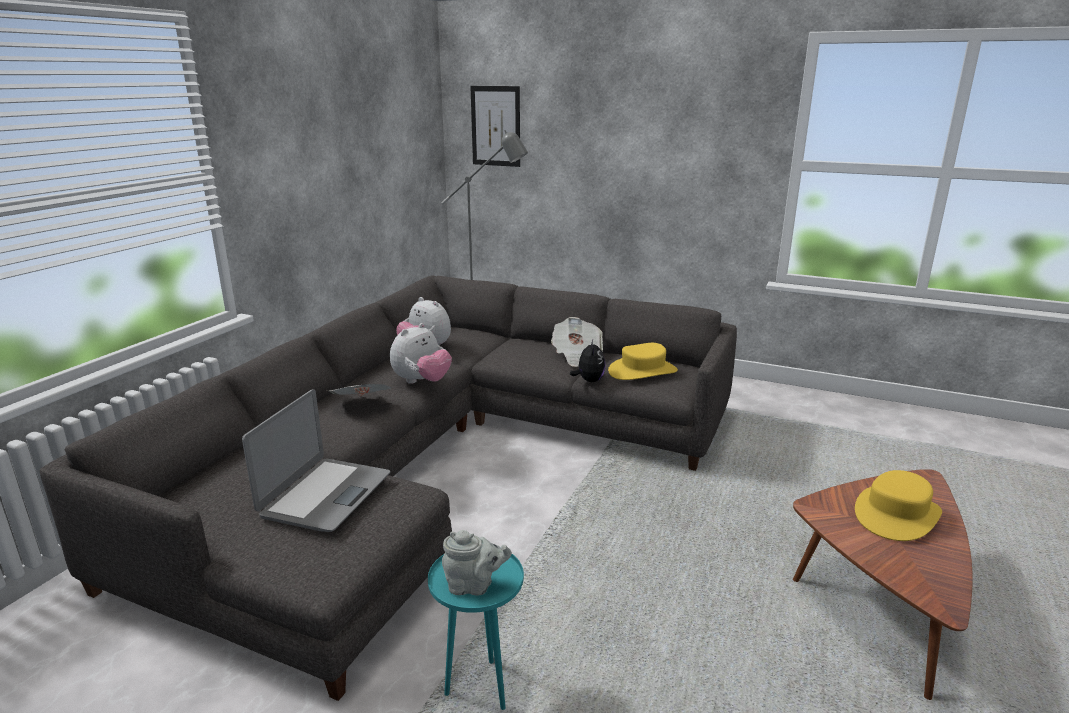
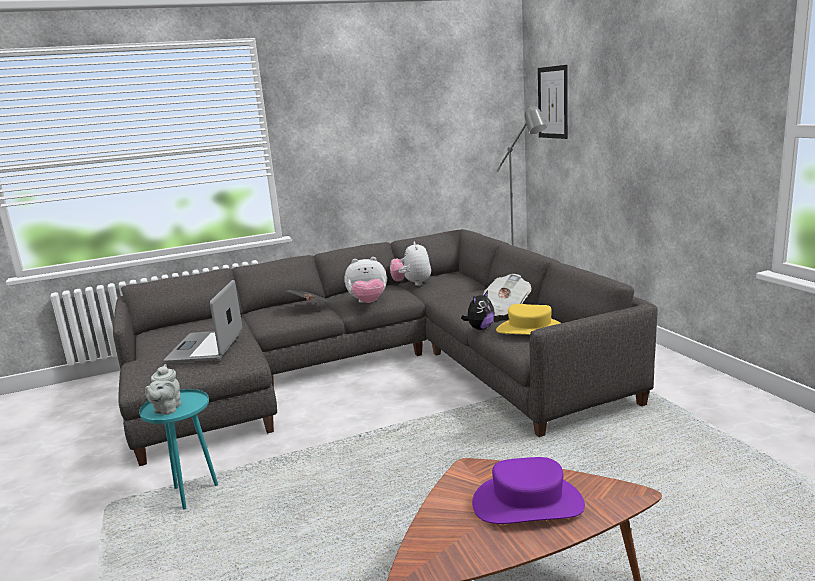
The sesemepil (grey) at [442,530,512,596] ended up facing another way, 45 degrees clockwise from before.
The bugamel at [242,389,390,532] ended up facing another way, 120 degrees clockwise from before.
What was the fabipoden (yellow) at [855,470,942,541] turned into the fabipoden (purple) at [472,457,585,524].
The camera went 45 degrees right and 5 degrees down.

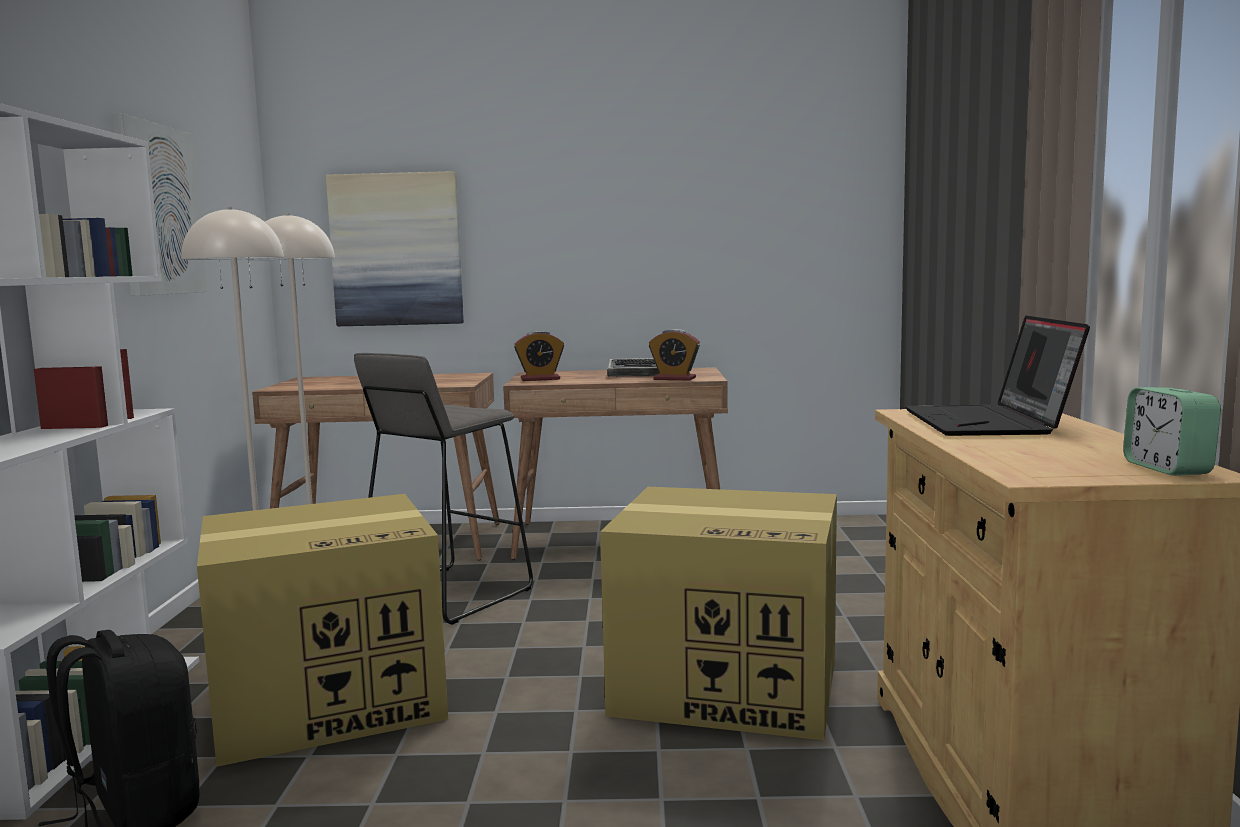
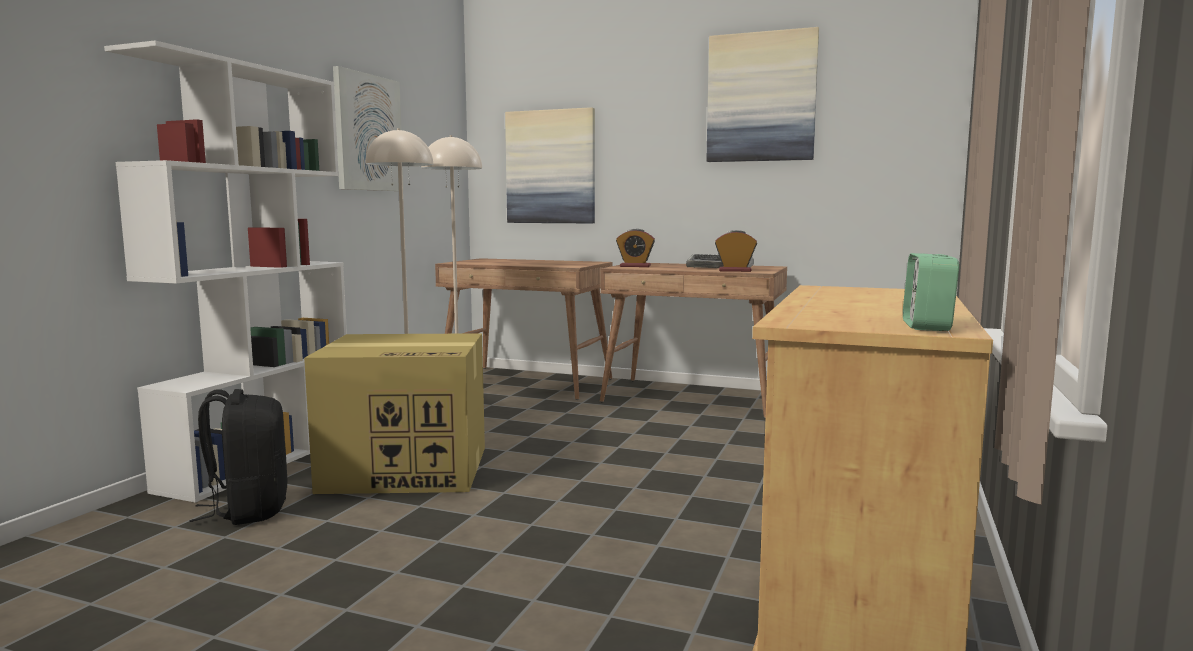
The second view gained the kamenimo at [707,27,819,162].
The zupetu at [649,329,700,380] ended up facing another way, 150 degrees clockwise from before.
The second view lost the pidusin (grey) at [354,353,533,625].
The second view lost the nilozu at [600,487,837,740].
The second view lost the bugamel at [906,316,1090,436].
The camera went 20 degrees right and 0 degrees up.

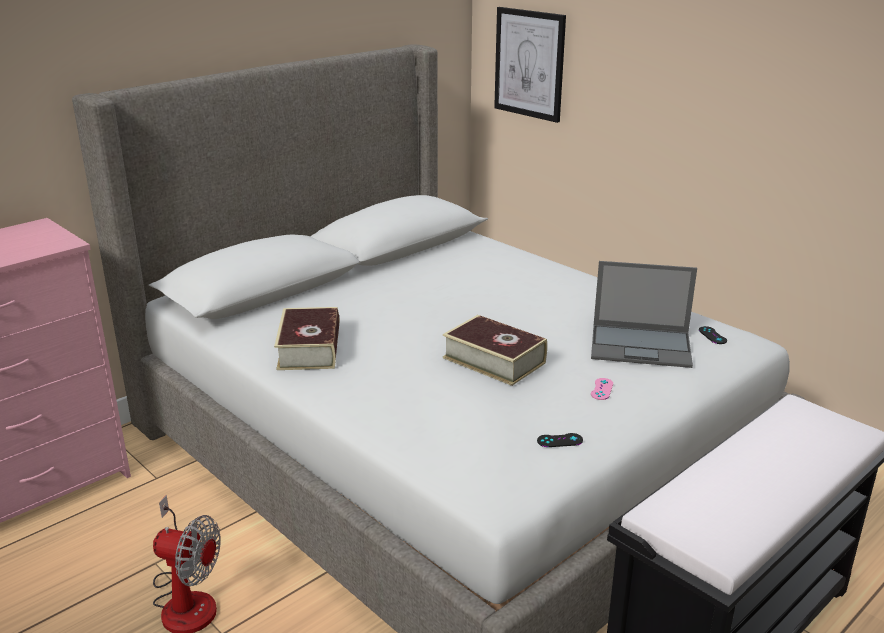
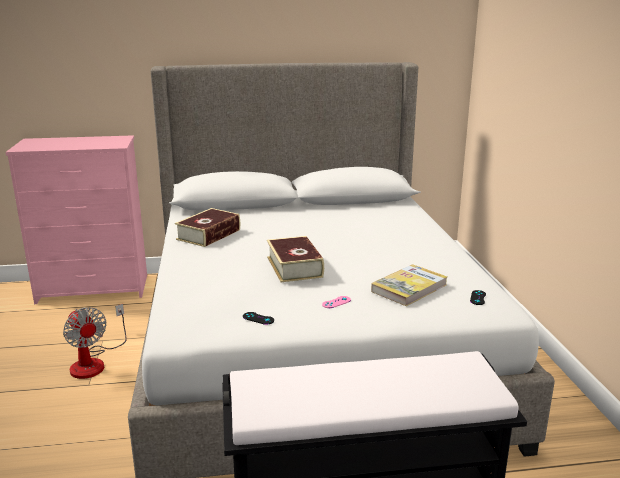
Where the bugamel stood at [591,261,697,368], the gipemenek came to stand at [371,264,447,306].
The second view lost the kamenimo at [494,7,566,123].
The camera went 35 degrees right and 5 degrees down.

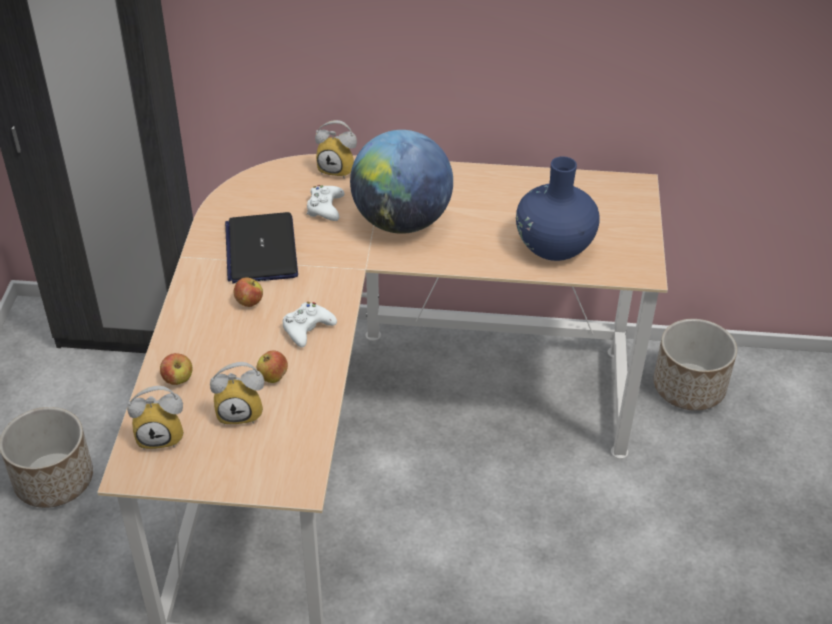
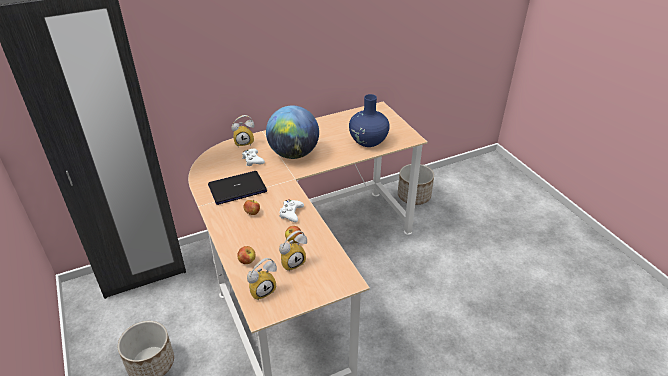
The bugamel at [225,212,298,283] ended up facing another way, 105 degrees clockwise from before.
The camera went 30 degrees left and 5 degrees down.

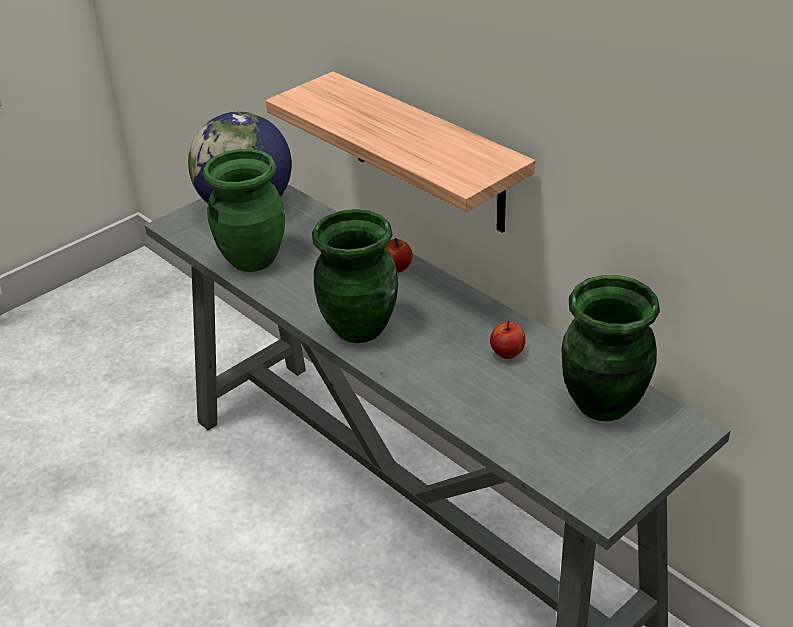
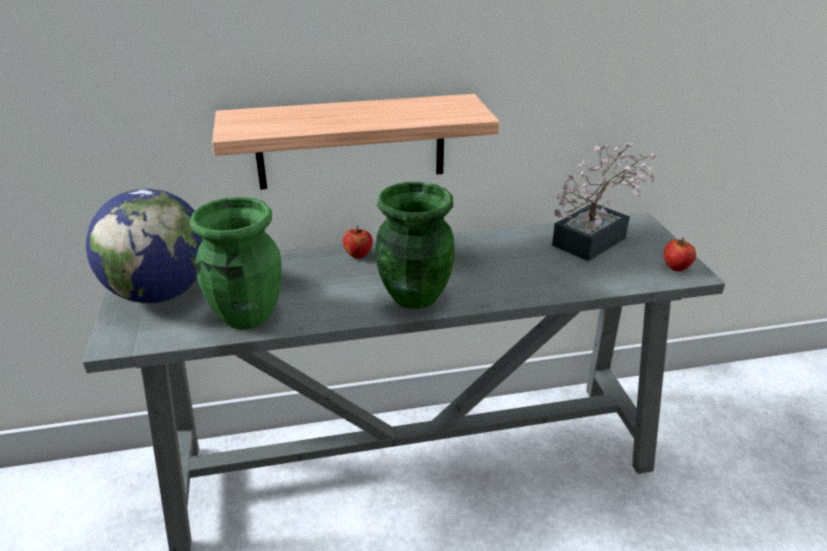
Where the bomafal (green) stood at [561,275,660,421], the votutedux came to stand at [552,142,656,261].
The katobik ended up elsewhere, having gone from [490,321,526,359] to [664,237,696,271].
The camera went 60 degrees left and 5 degrees down.

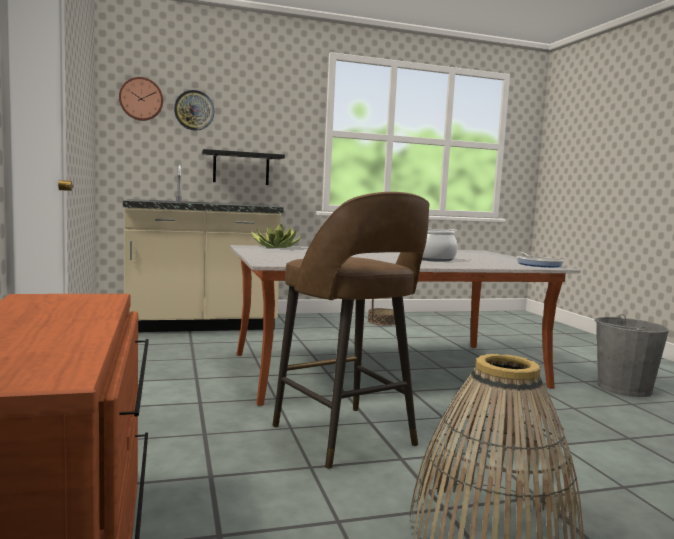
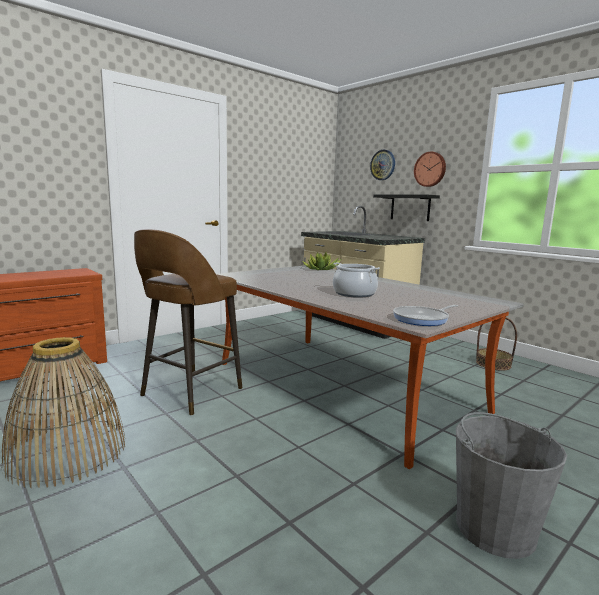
The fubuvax ended up elsewhere, having gone from [119,77,163,121] to [414,152,446,187].
The camera went 65 degrees right and 5 degrees up.

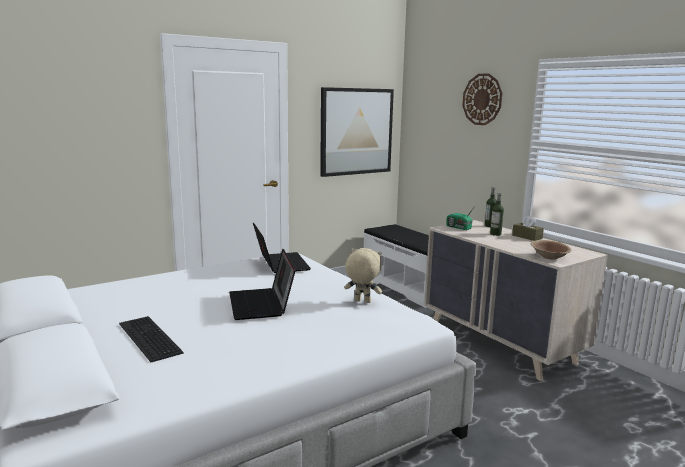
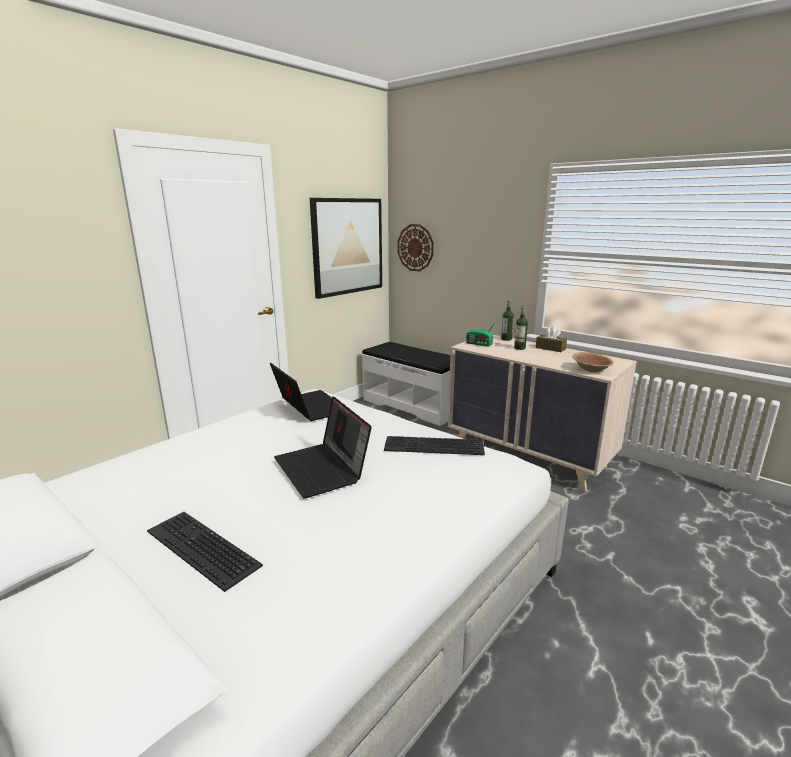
Where the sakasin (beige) stood at [344,248,382,303], the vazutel came to stand at [384,436,485,455].
The fubuvax ended up elsewhere, having gone from [462,73,502,125] to [398,224,434,272].
The camera went 15 degrees left and 5 degrees up.

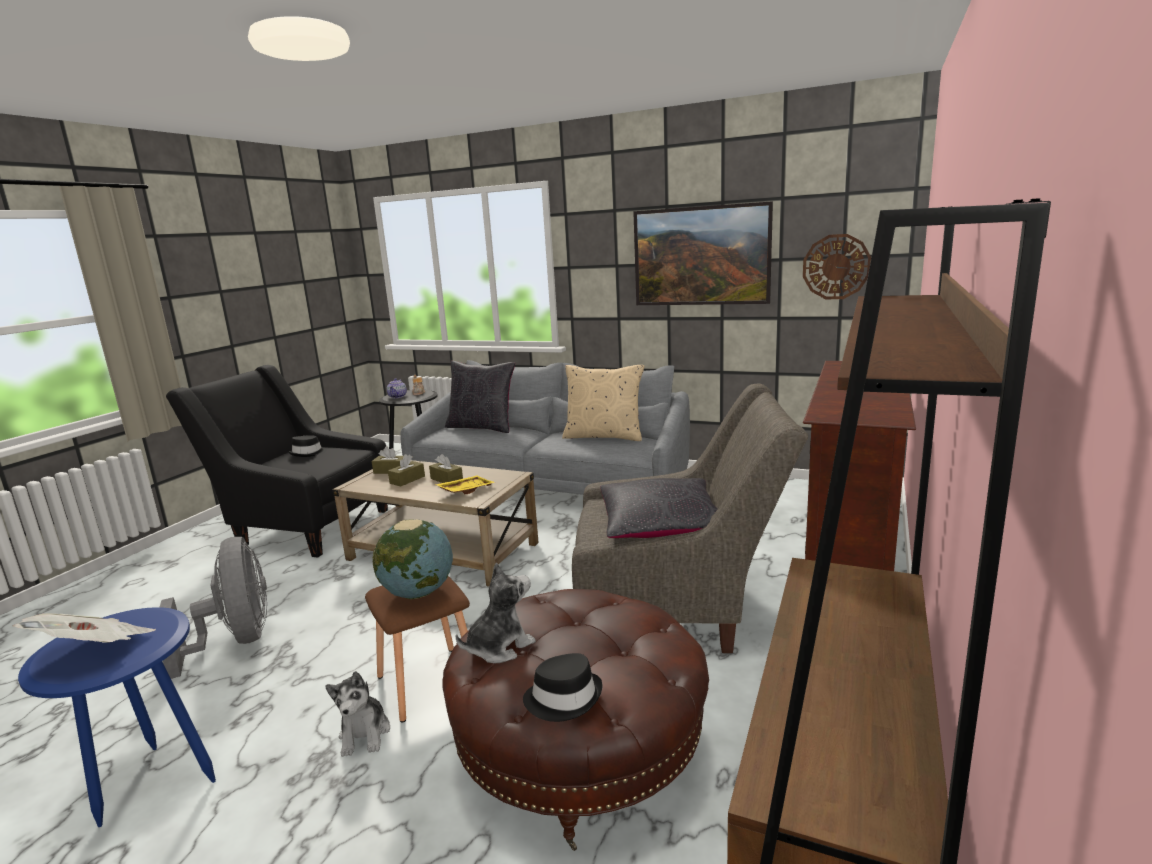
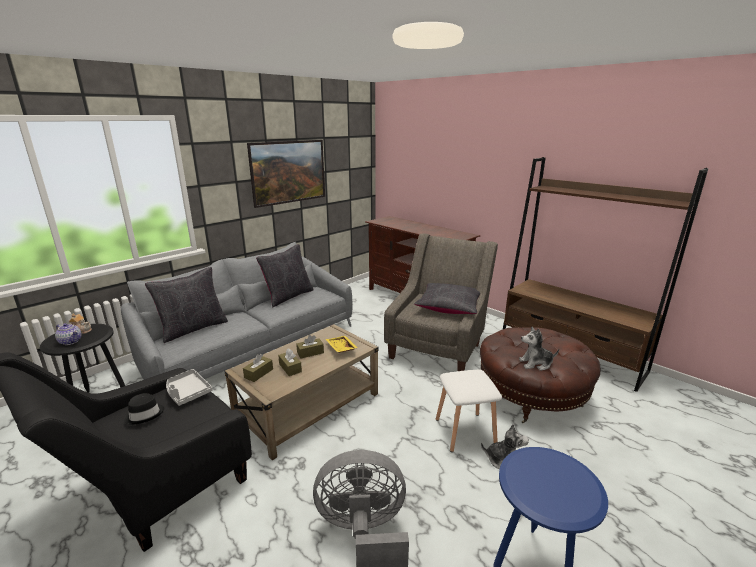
The second view gained the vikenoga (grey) at [166,369,212,406].
What was the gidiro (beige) at [562,365,644,441] turned into the gidiro (black) at [256,244,314,308].
What was the pidusin (brown) at [365,576,470,723] turned into the pidusin (white) at [436,369,502,452].
The sakasin at [456,563,536,663] ended up facing another way, 75 degrees counterclockwise from before.
The second view lost the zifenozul at [12,613,156,643].
The second view lost the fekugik at [373,519,453,599].
The second view lost the fabipoden (black) at [523,653,603,722].
The second view lost the fubuvax at [803,234,871,299].
The camera went 70 degrees left and 5 degrees up.

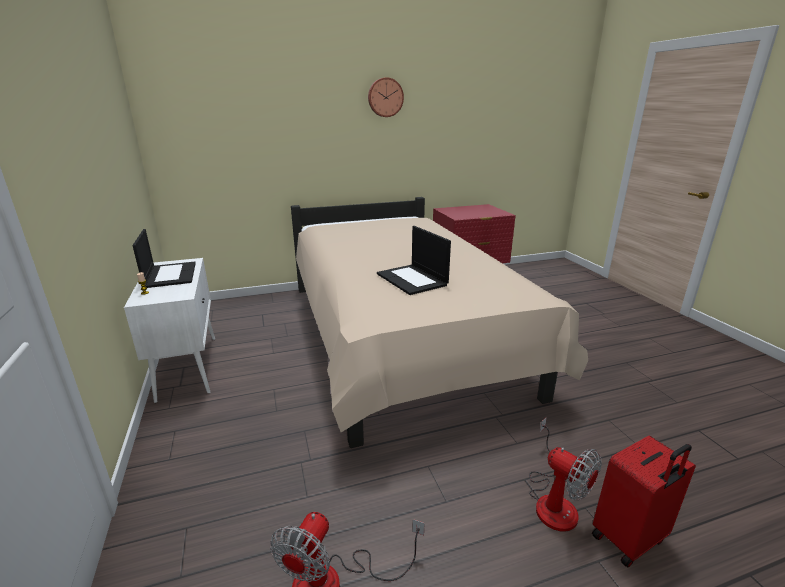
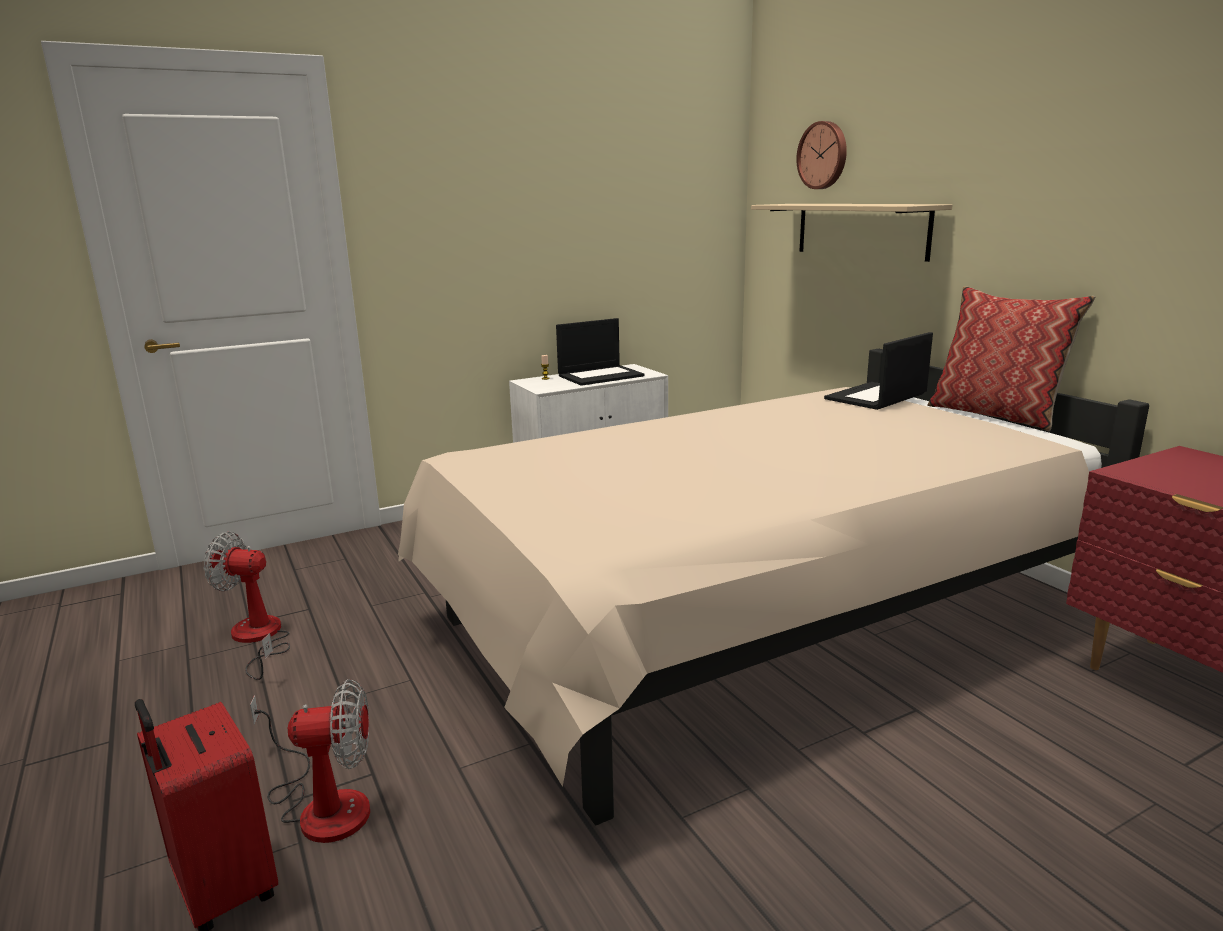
The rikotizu at [529,417,602,532] ended up facing another way, 135 degrees counterclockwise from before.
The second view gained the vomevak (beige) at [751,204,952,262].
The fubuvax ended up elsewhere, having gone from [368,77,404,117] to [796,121,847,189].
The bugamel ended up elsewhere, having gone from [377,226,451,295] to [824,332,933,410].
The second view gained the gidiro at [927,286,1096,431].
The camera went 80 degrees right and 5 degrees down.

